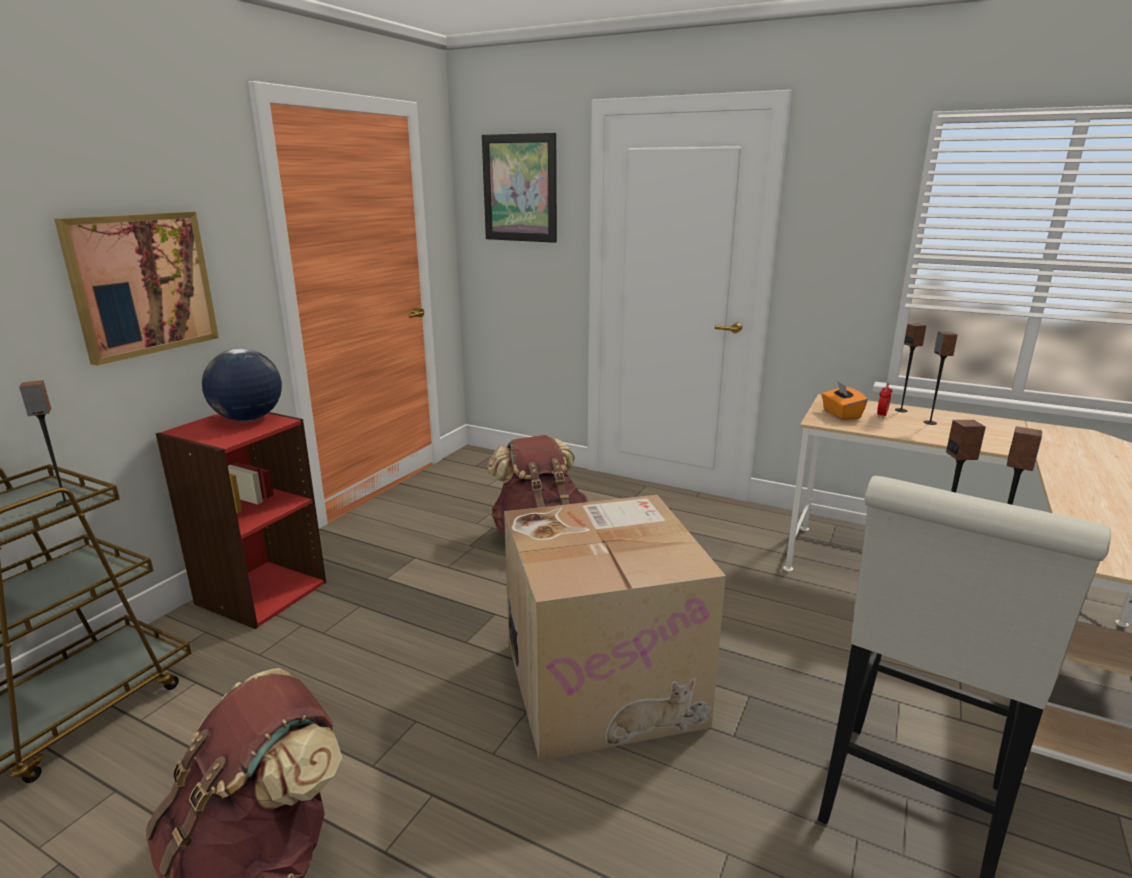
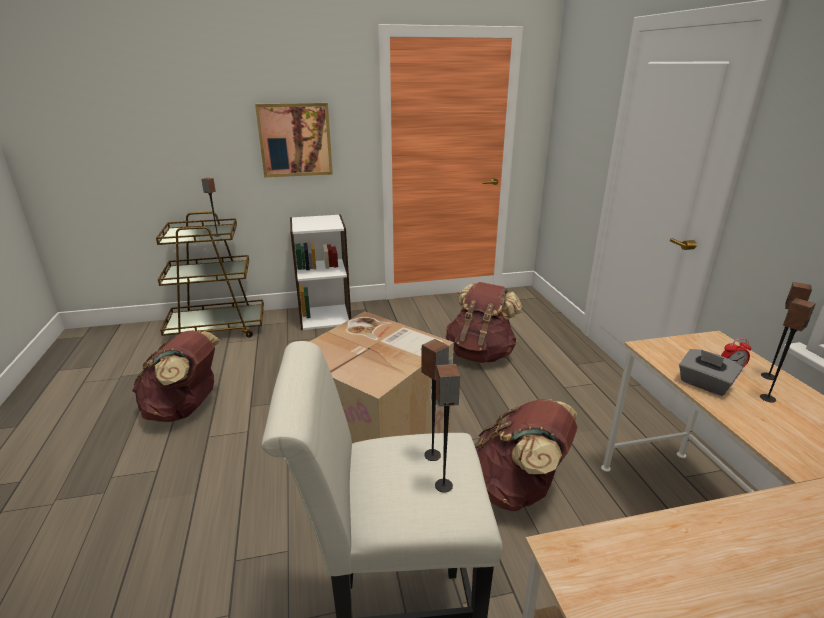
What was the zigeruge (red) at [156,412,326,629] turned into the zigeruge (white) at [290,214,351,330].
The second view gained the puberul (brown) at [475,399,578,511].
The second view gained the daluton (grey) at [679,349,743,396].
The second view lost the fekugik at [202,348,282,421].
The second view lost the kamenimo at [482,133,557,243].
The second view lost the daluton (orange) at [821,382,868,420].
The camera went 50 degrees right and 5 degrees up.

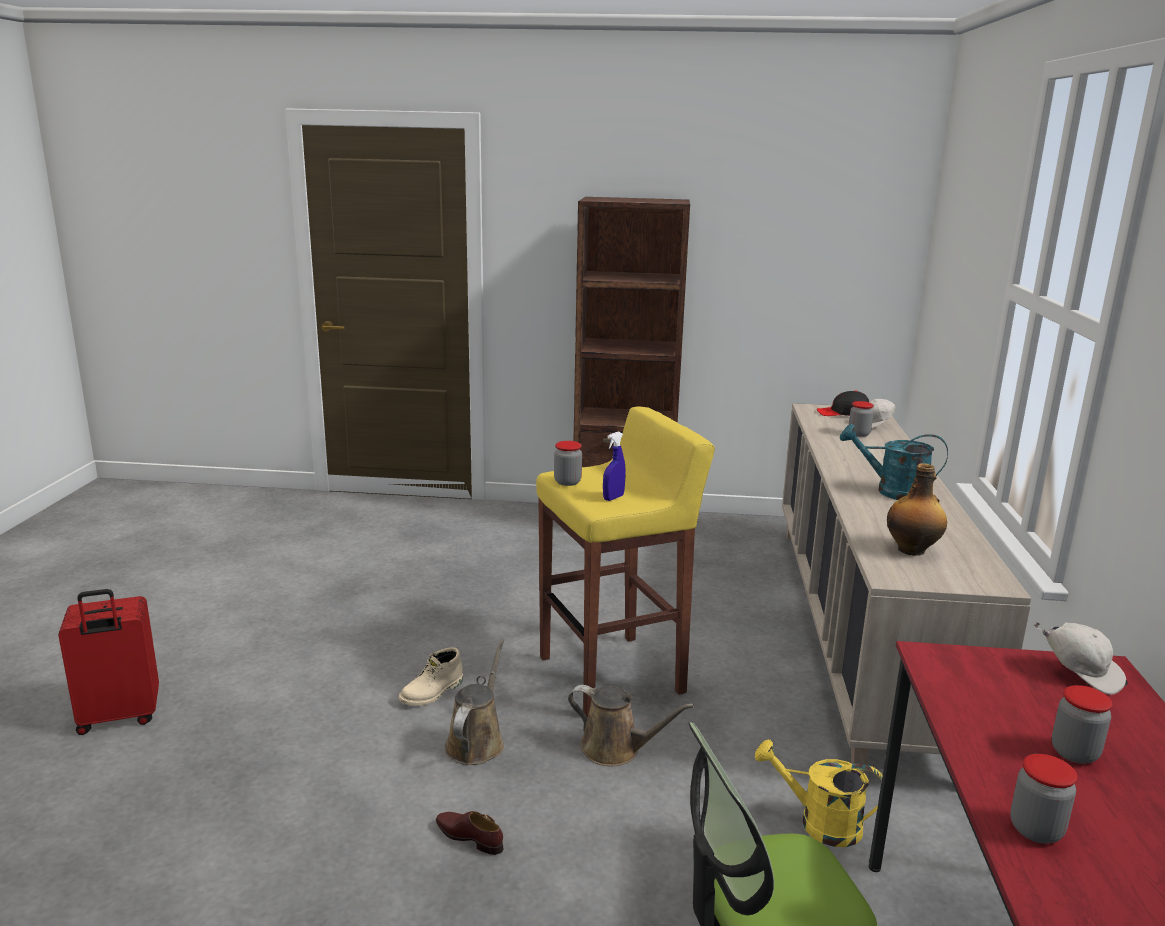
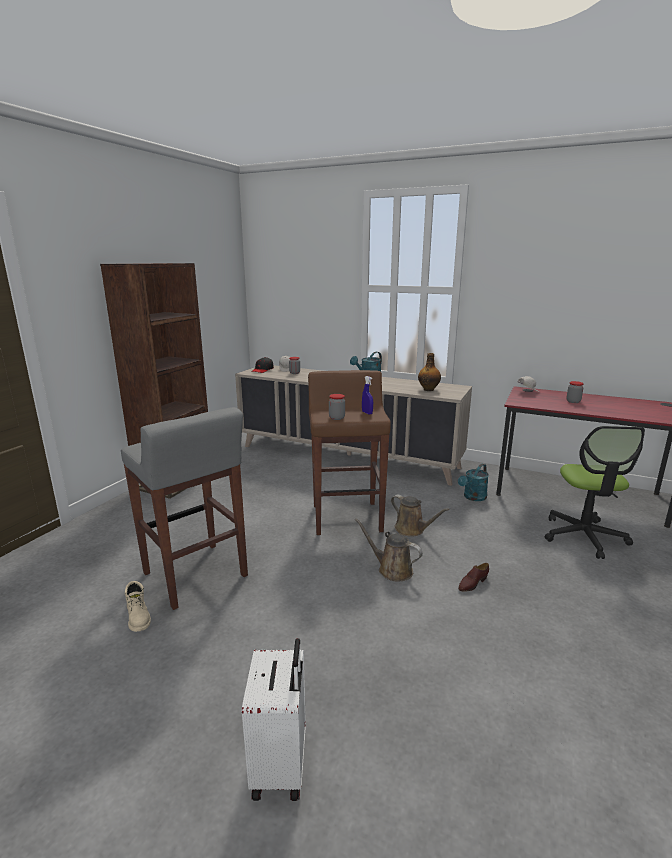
The second view gained the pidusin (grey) at [121,407,248,610].
The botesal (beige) ended up elsewhere, having gone from [399,647,463,706] to [125,581,151,632].
What was the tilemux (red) at [58,589,159,735] turned into the tilemux (white) at [242,638,306,801].
What was the pidusin (yellow) at [536,407,715,718] turned into the pidusin (brown) at [308,370,391,535].
The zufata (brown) at [568,685,694,766] ended up facing another way, 90 degrees clockwise from before.
What was the zufata (yellow) at [755,739,883,847] turned into the zufata (turquoise) at [458,464,489,501].
The second view lost the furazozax at [1010,754,1077,844].
The camera went 70 degrees left and 0 degrees up.

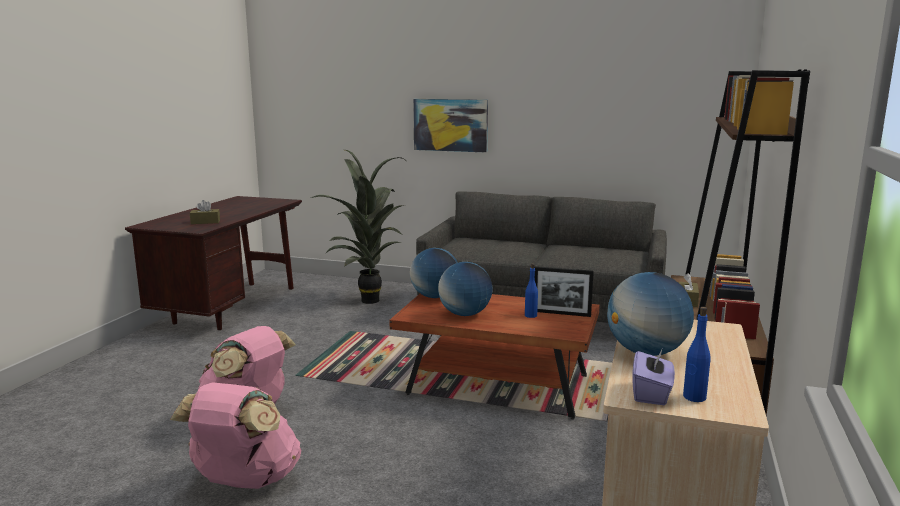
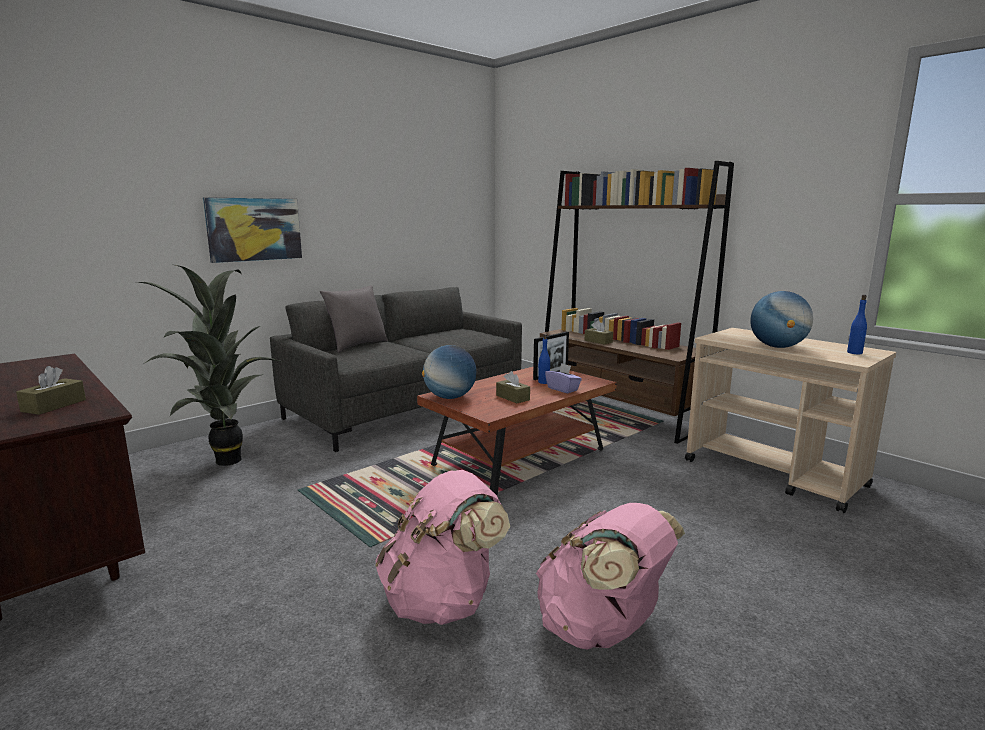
The second view gained the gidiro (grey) at [320,285,388,353].
Where the fekugik stood at [438,262,493,316], the daluton (brown) came to stand at [496,371,530,403].
The daluton (purple) ended up elsewhere, having gone from [633,350,675,405] to [545,363,582,393].
The camera went 60 degrees left and 0 degrees up.

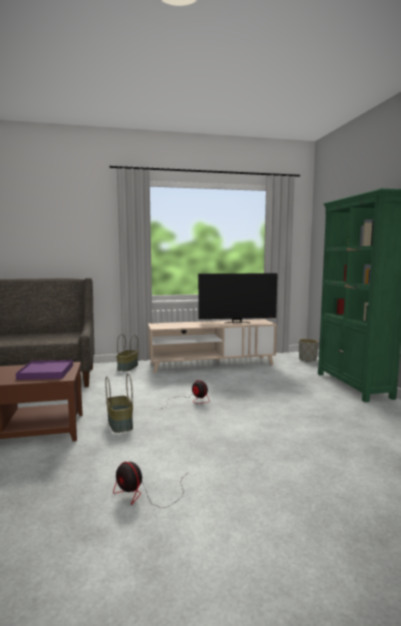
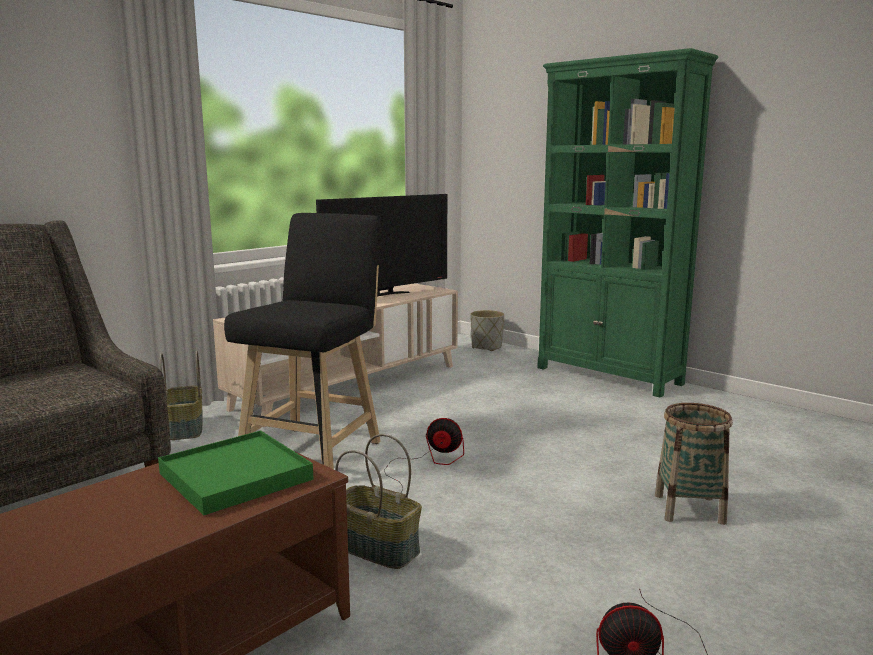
What was the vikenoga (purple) at [16,360,73,380] turned into the vikenoga (green) at [158,431,313,515].
The second view gained the pidusin (black) at [224,213,381,469].
The second view gained the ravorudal at [655,403,733,525].
The camera went 35 degrees left and 5 degrees up.

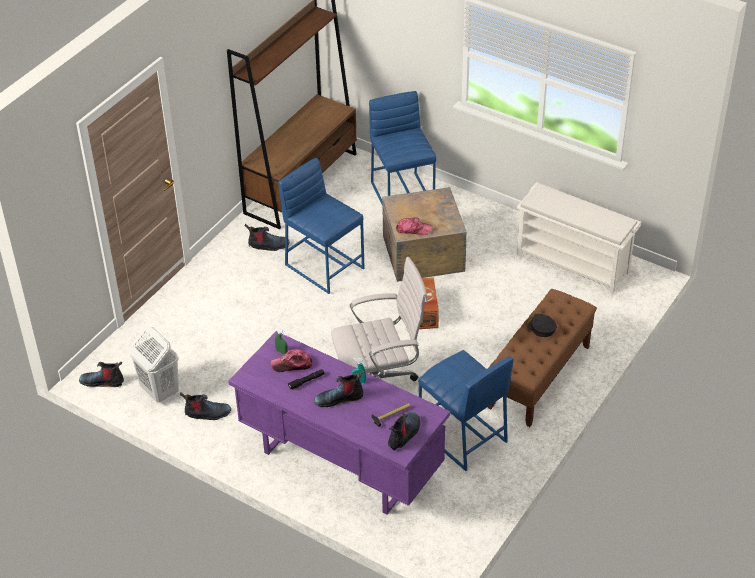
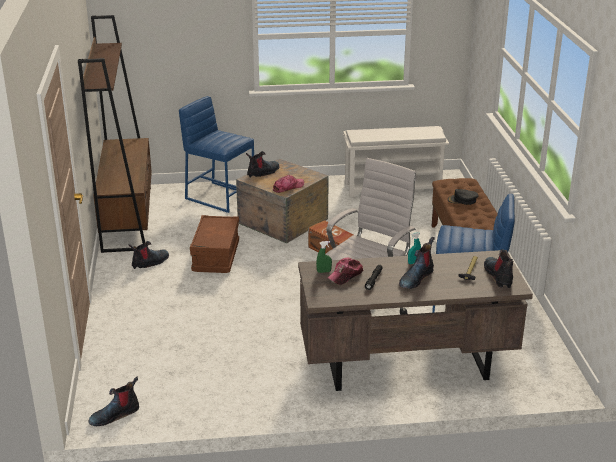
Where the pidusin (blue) stood at [278,158,365,294], the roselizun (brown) came to stand at [190,215,239,273].
The botesal ended up elsewhere, having gone from [180,392,231,420] to [246,151,280,178].
What was the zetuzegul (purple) at [228,331,450,514] turned into the zetuzegul (brown) at [298,250,533,391].
The second view lost the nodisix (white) at [129,326,179,403].
The camera went 40 degrees left and 15 degrees down.

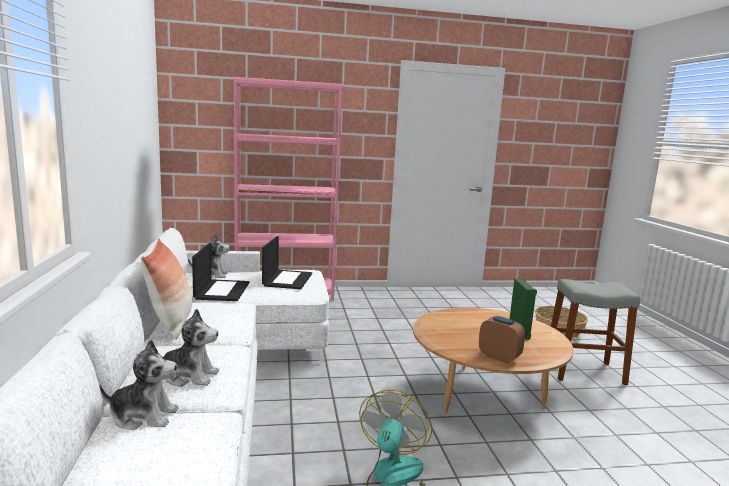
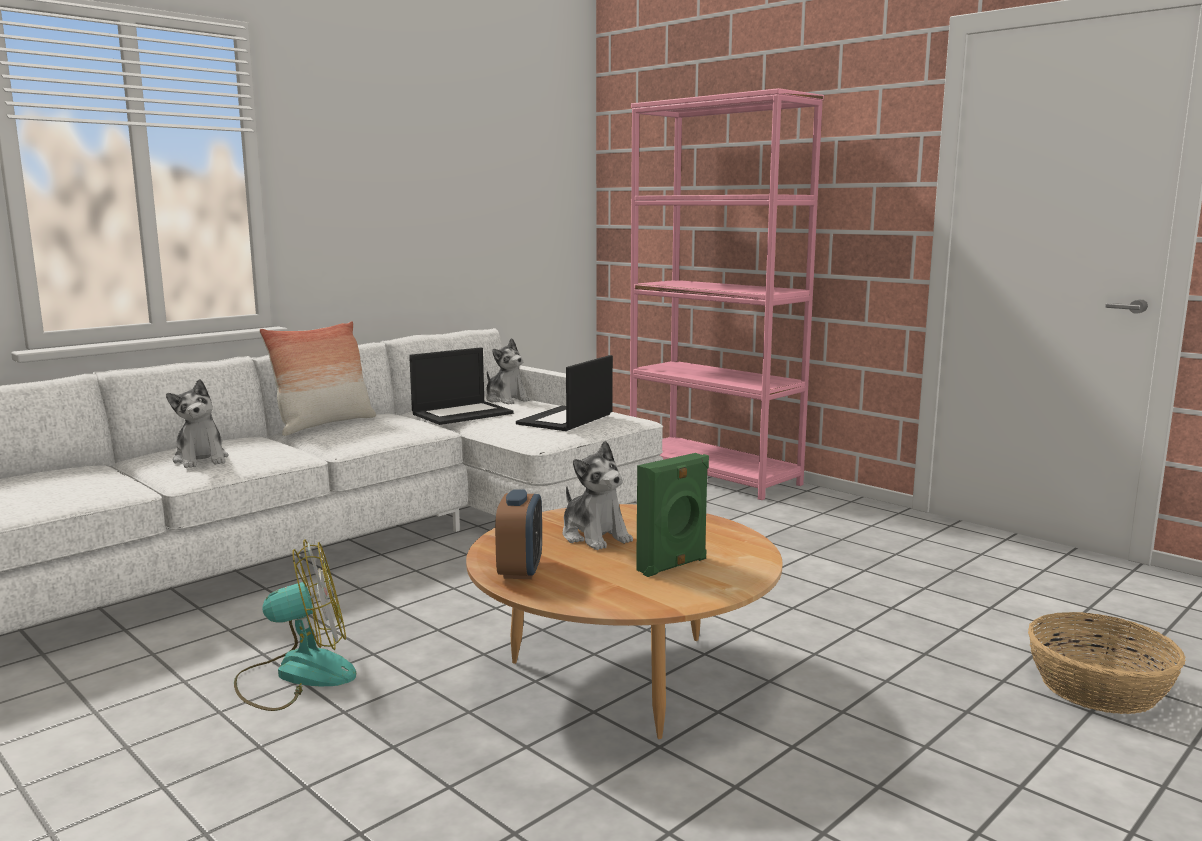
The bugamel at [262,236,312,289] ended up facing another way, 150 degrees clockwise from before.
The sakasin ended up elsewhere, having gone from [99,339,179,430] to [563,441,633,550].
The second view lost the pidusin (grey) at [551,279,640,385].
The camera went 55 degrees right and 0 degrees up.

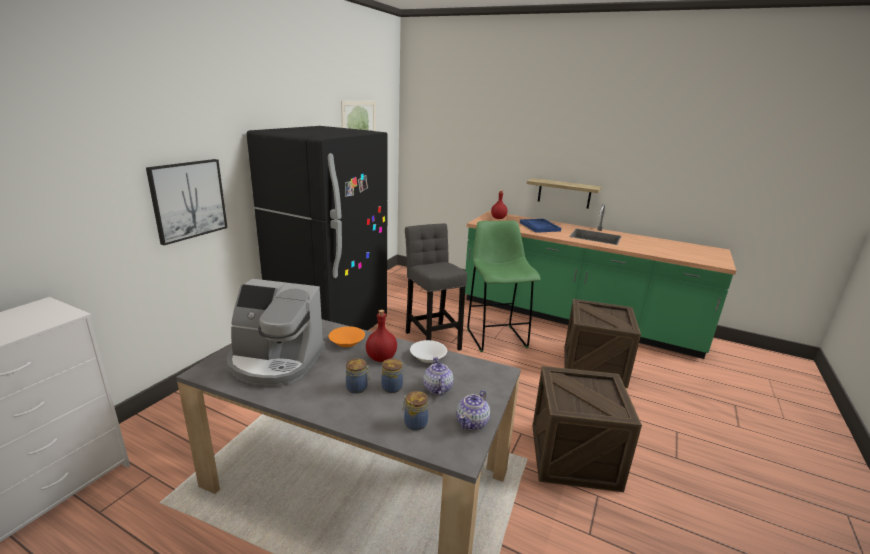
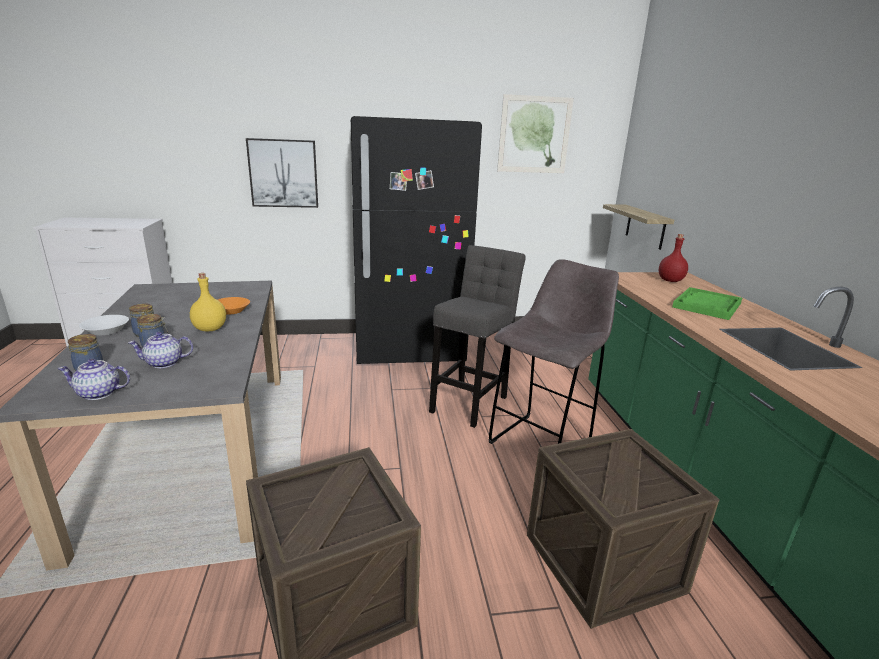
The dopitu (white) ended up elsewhere, having gone from [410,340,447,363] to [79,315,129,335].
The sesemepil at [423,357,453,396] ended up facing another way, 150 degrees counterclockwise from before.
What was the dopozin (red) at [366,310,397,362] turned into the dopozin (yellow) at [190,273,226,331].
What was the pidusin (green) at [467,220,541,352] turned into the pidusin (grey) at [488,259,619,444].
The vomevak ended up elsewhere, having gone from [527,178,602,209] to [603,204,674,250].
What was the vikenoga (blue) at [520,219,561,233] turned into the vikenoga (green) at [672,287,742,320].
The second view lost the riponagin at [226,279,325,386].
The camera went 55 degrees right and 0 degrees up.

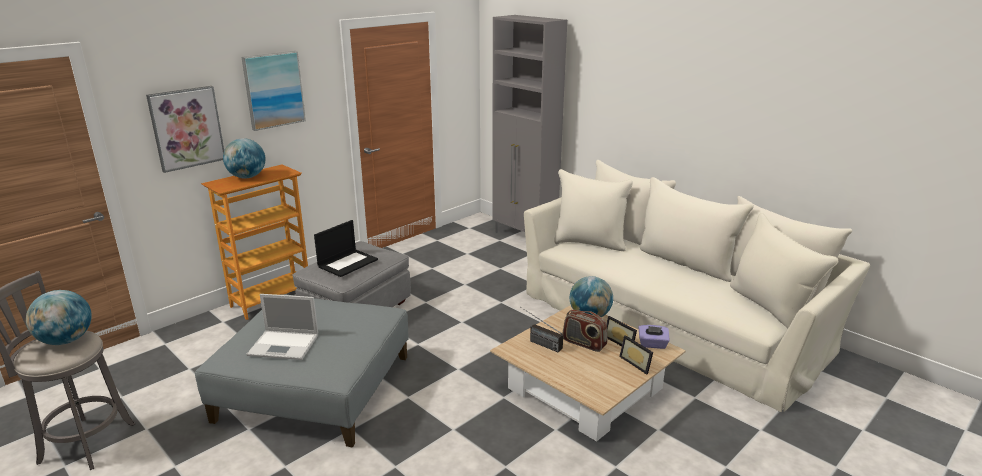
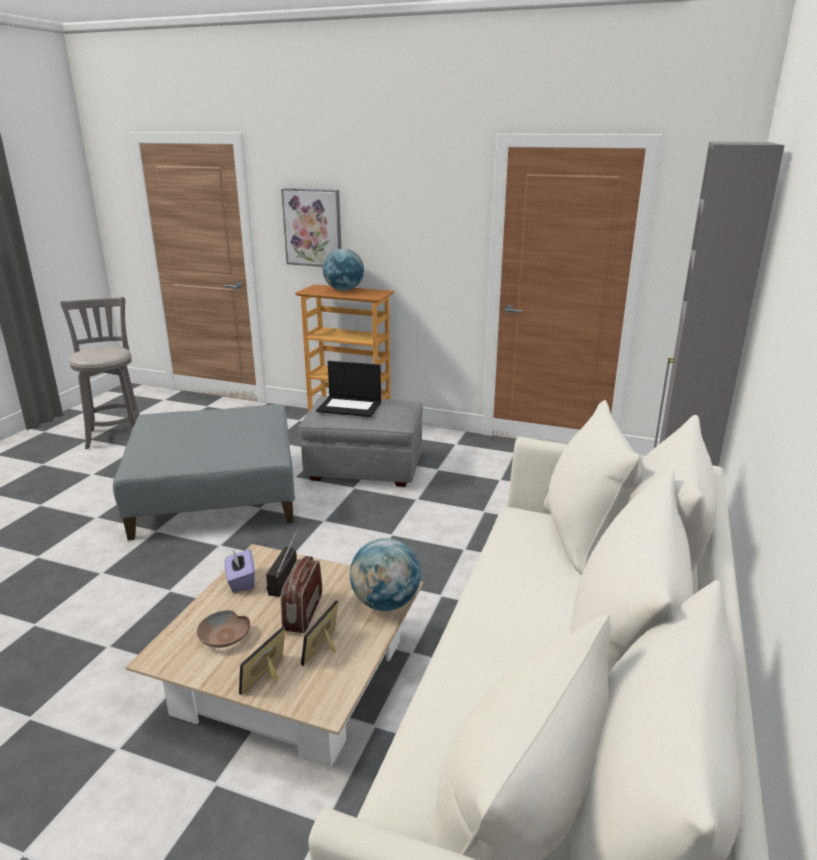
The second view gained the dopitu (brown) at [197,610,250,648].
The daluton (purple) ended up elsewhere, having gone from [638,325,670,349] to [225,549,255,592].
The second view lost the fekugik at [26,290,92,345].
The second view lost the kamenimo at [241,51,306,131].
The second view lost the bugamel at [246,294,318,360].
The camera went 65 degrees right and 0 degrees up.

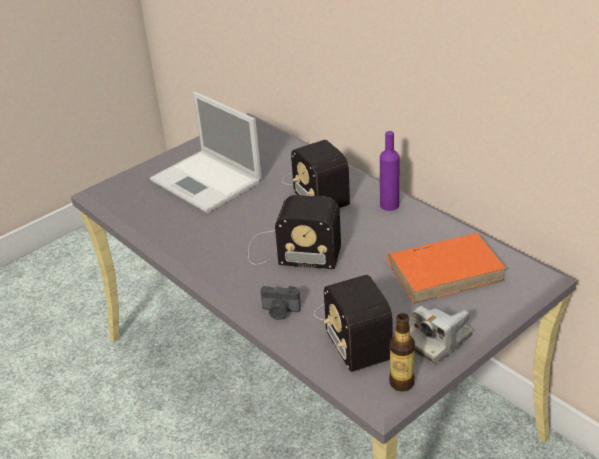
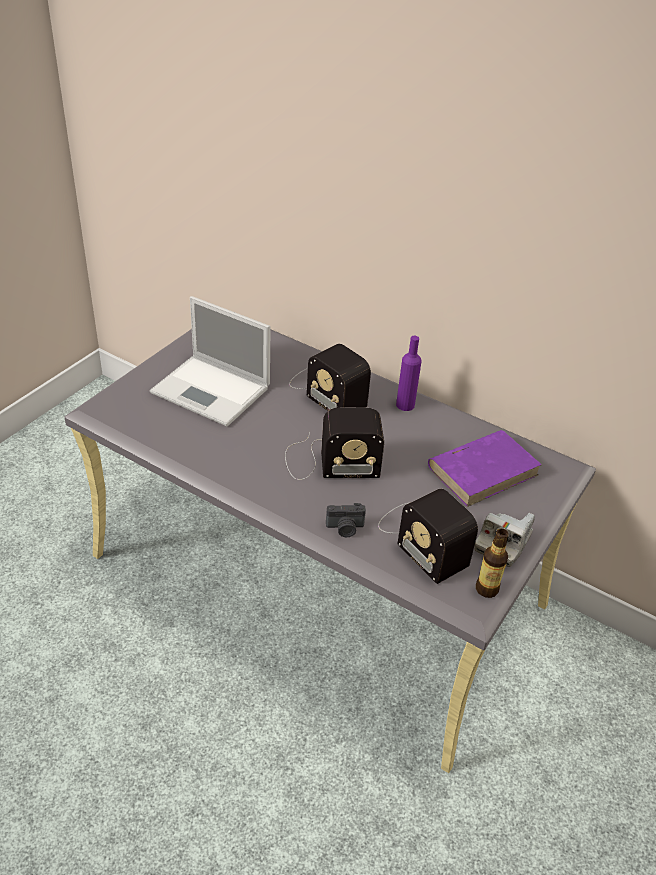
What was the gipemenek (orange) at [388,233,506,304] turned into the gipemenek (purple) at [428,430,542,507].
The camera went 20 degrees left and 5 degrees up.

